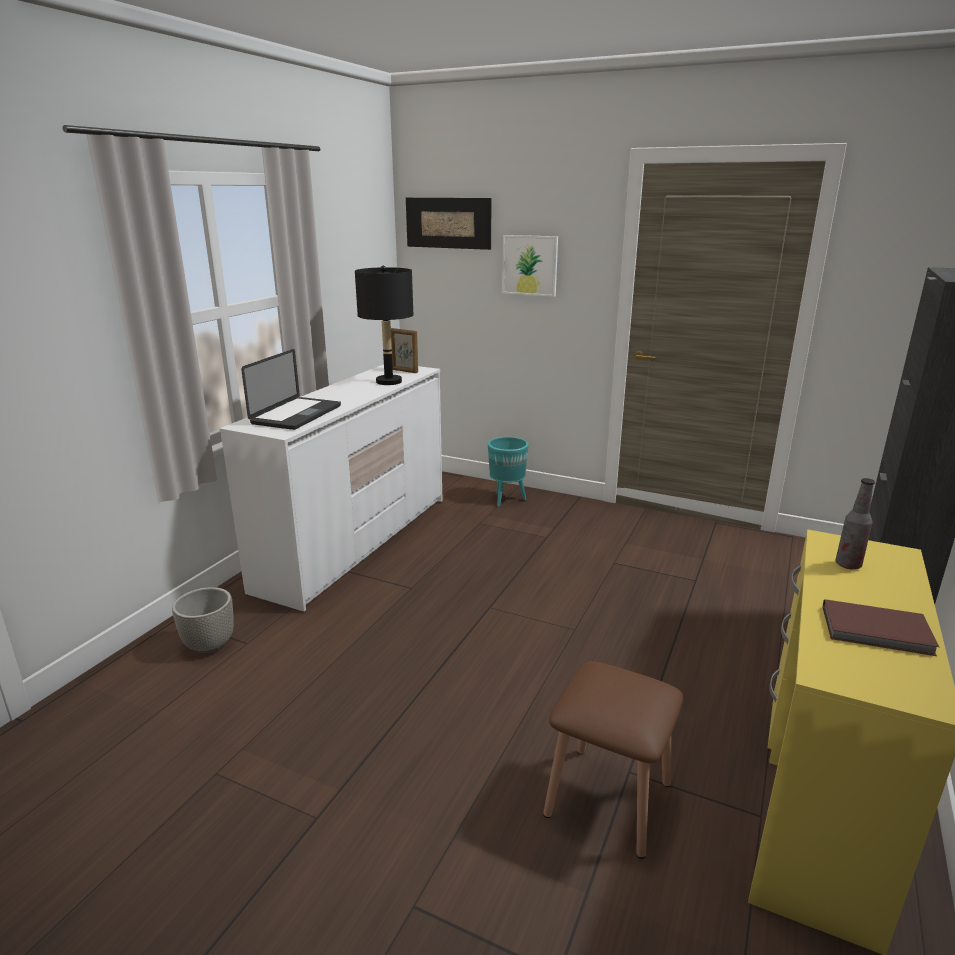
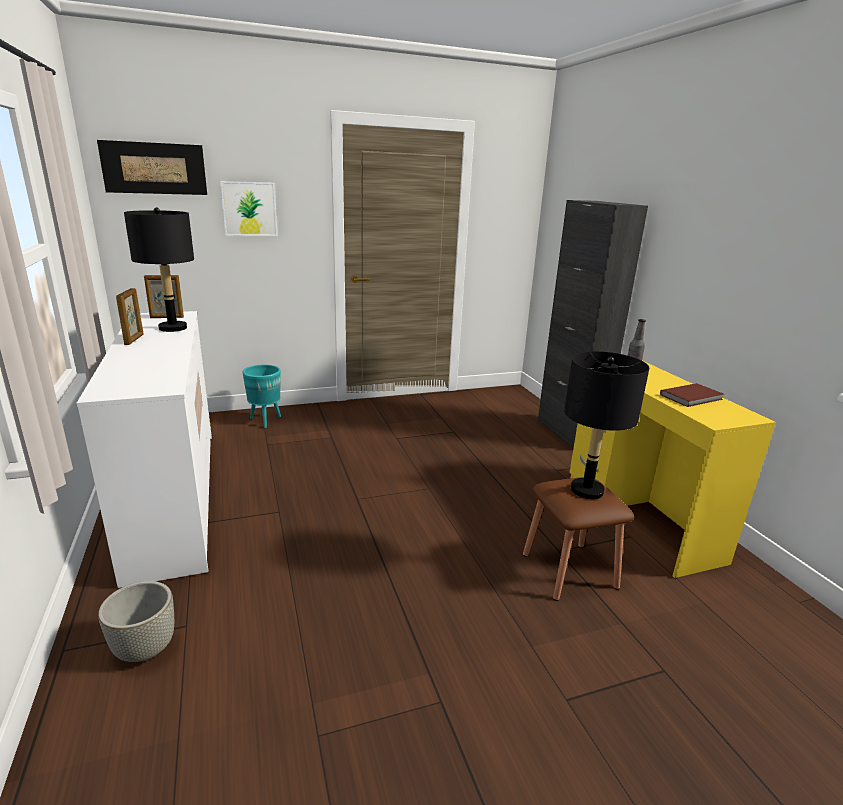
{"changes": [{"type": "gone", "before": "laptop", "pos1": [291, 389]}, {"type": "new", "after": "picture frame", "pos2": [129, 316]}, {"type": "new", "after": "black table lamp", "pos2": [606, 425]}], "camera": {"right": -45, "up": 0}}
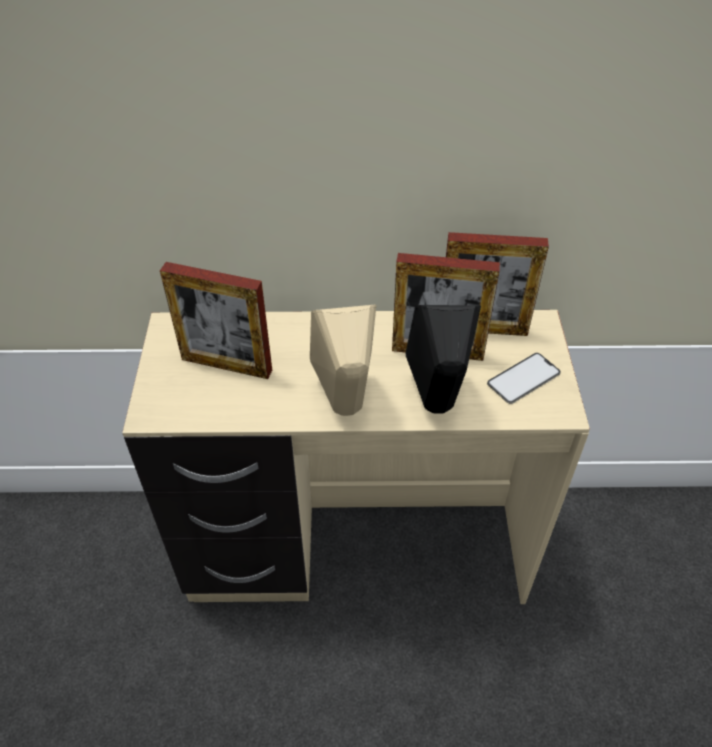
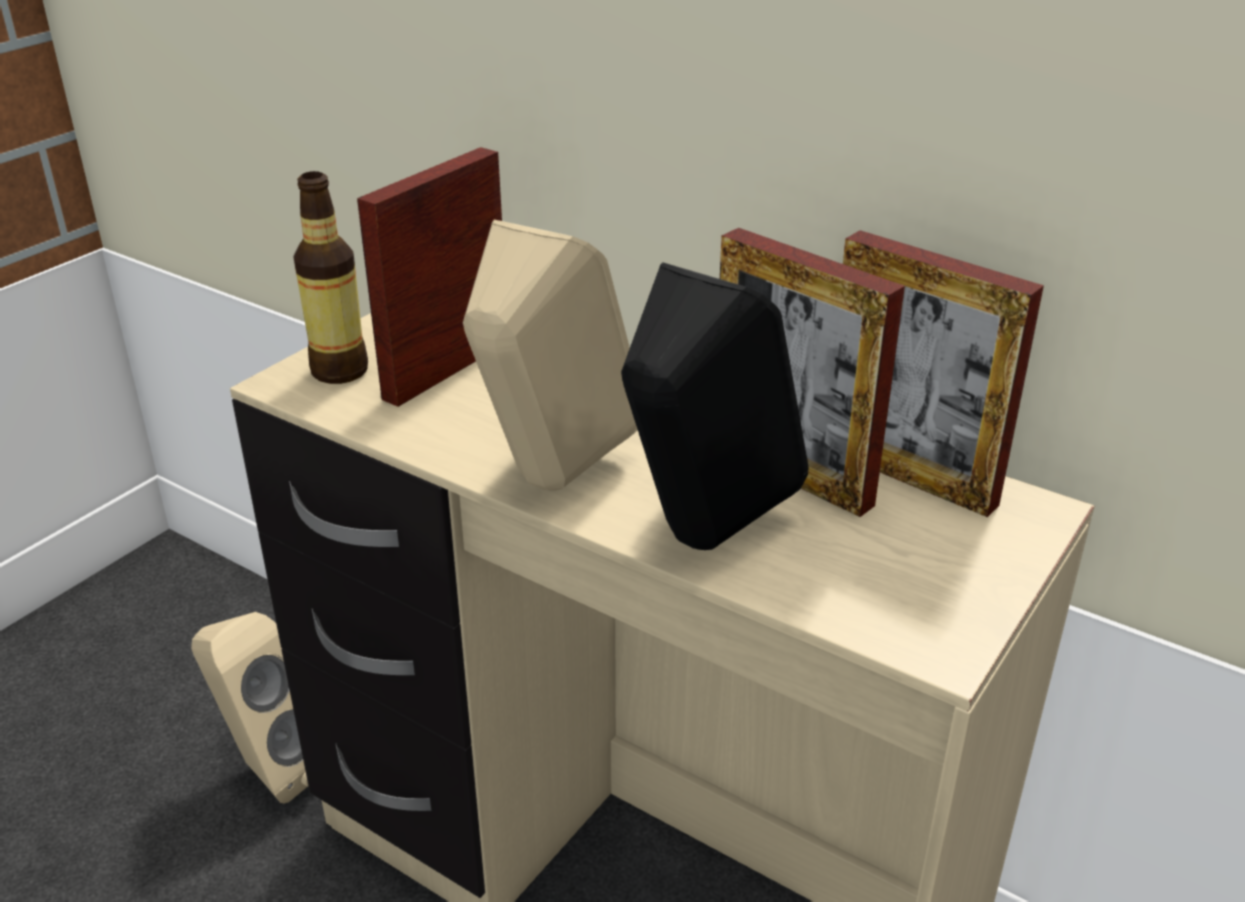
{"changes": [{"type": "rotated", "before": "picture frame", "pos1": [216, 320], "pos2": [429, 277], "turn": 75}, {"type": "gone", "before": "phone", "pos1": [524, 378]}, {"type": "new", "after": "beige speaker", "pos2": [250, 708]}, {"type": "new", "after": "bottle", "pos2": [330, 277]}], "camera": {"right": 35, "up": -15}}
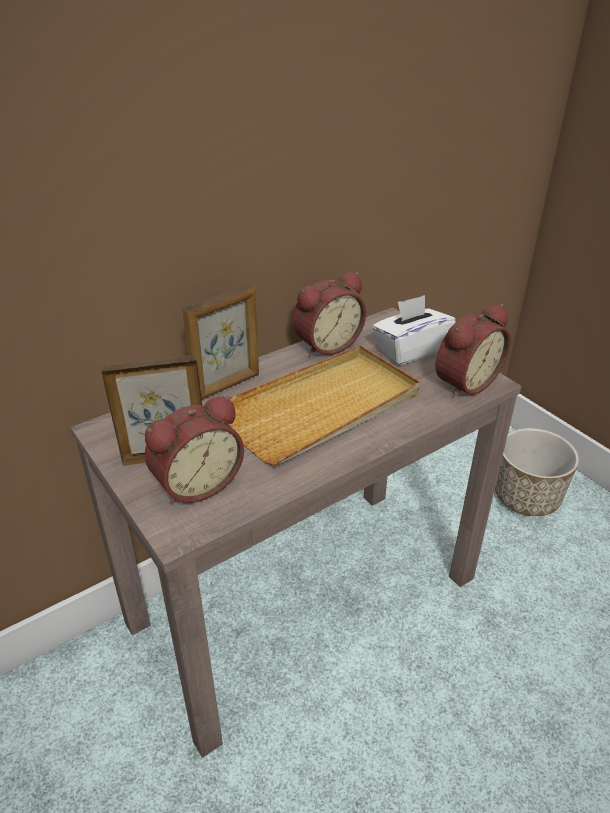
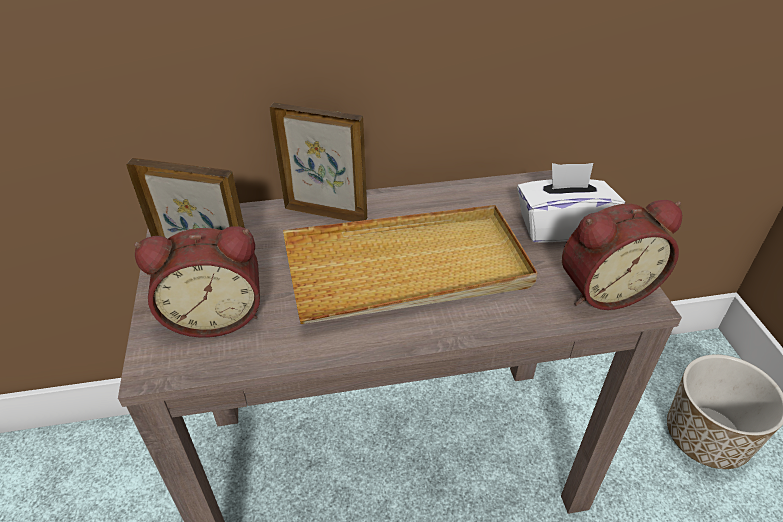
{"changes": [{"type": "rotated", "before": "picture frame", "pos1": [220, 342], "pos2": [318, 162], "turn": -150}, {"type": "gone", "before": "alarm clock", "pos1": [329, 314]}], "camera": {"right": 25, "up": 5}}
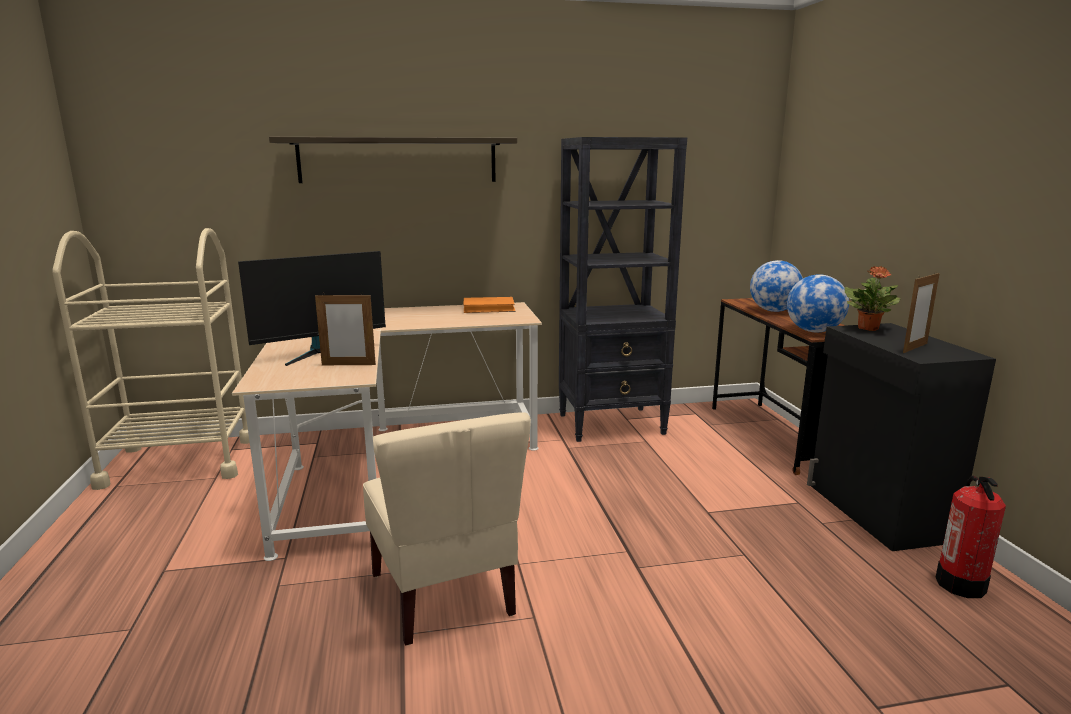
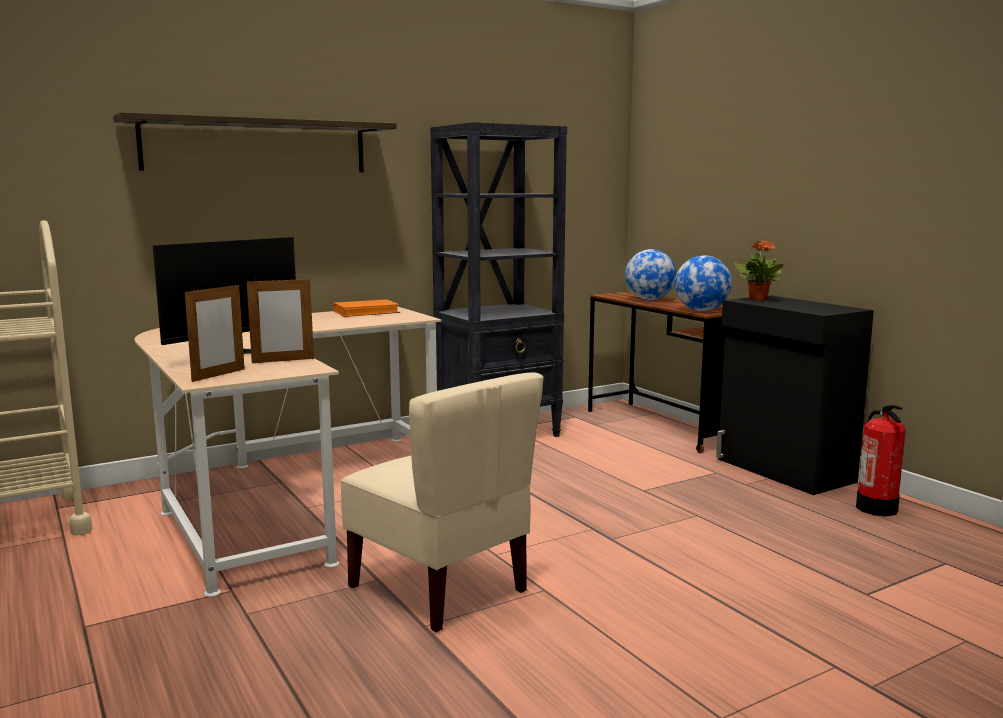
{"changes": [{"type": "shifted", "before": "picture frame", "pos1": [921, 312], "pos2": [215, 332]}], "camera": {"right": -20, "up": -5}}
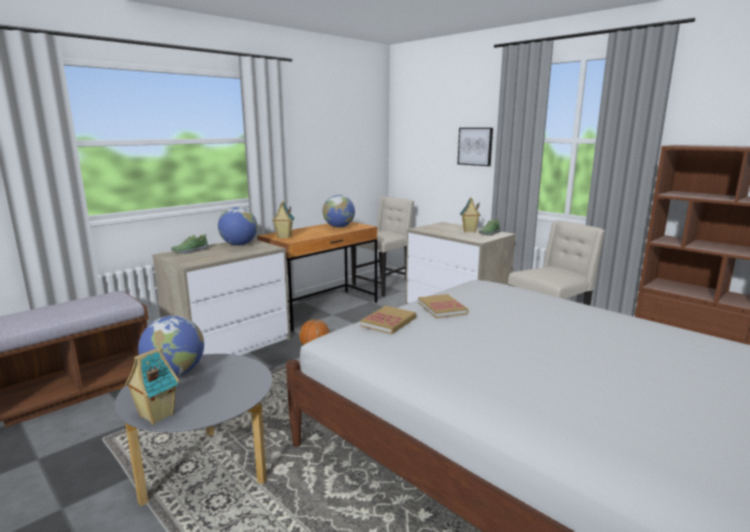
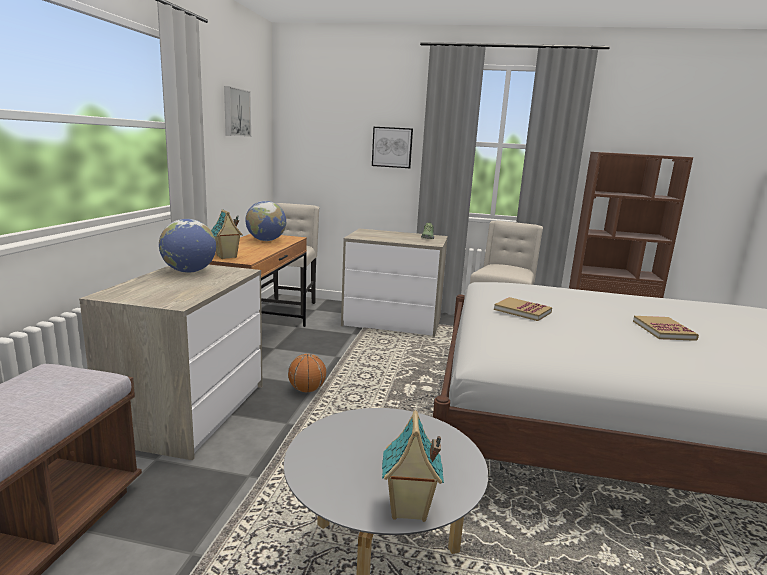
{"changes": [{"type": "gone", "before": "globe", "pos1": [171, 346]}, {"type": "gone", "before": "shoe", "pos1": [190, 244]}, {"type": "shifted", "before": "book", "pos1": [388, 320], "pos2": [666, 328]}, {"type": "gone", "before": "toy house", "pos1": [470, 214]}, {"type": "new", "after": "picture", "pos2": [237, 111]}], "camera": {"right": -35, "up": 0}}
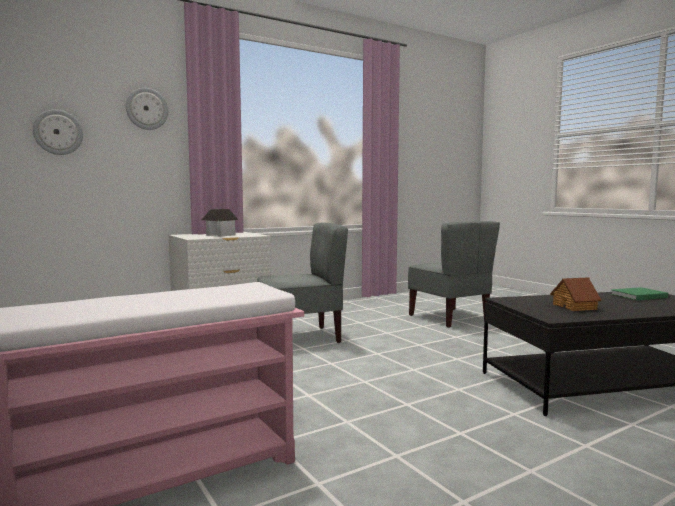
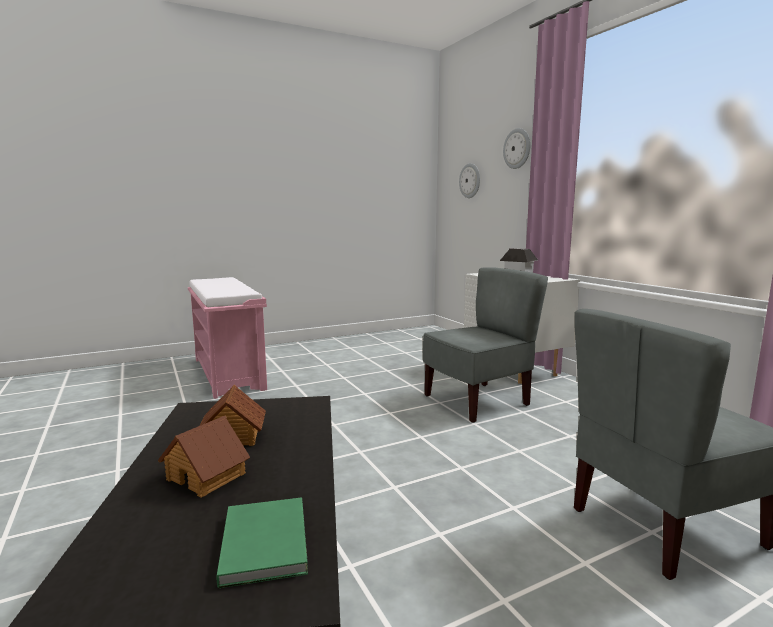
{"changes": [{"type": "rotated", "before": "grey chair", "pos1": [302, 283], "pos2": [485, 345], "turn": -105}, {"type": "new", "after": "toy house", "pos2": [204, 456]}], "camera": {"right": 95, "up": 5}}
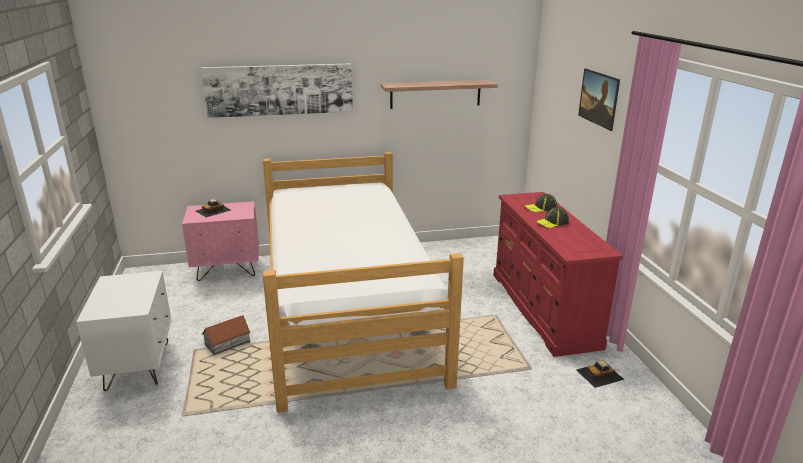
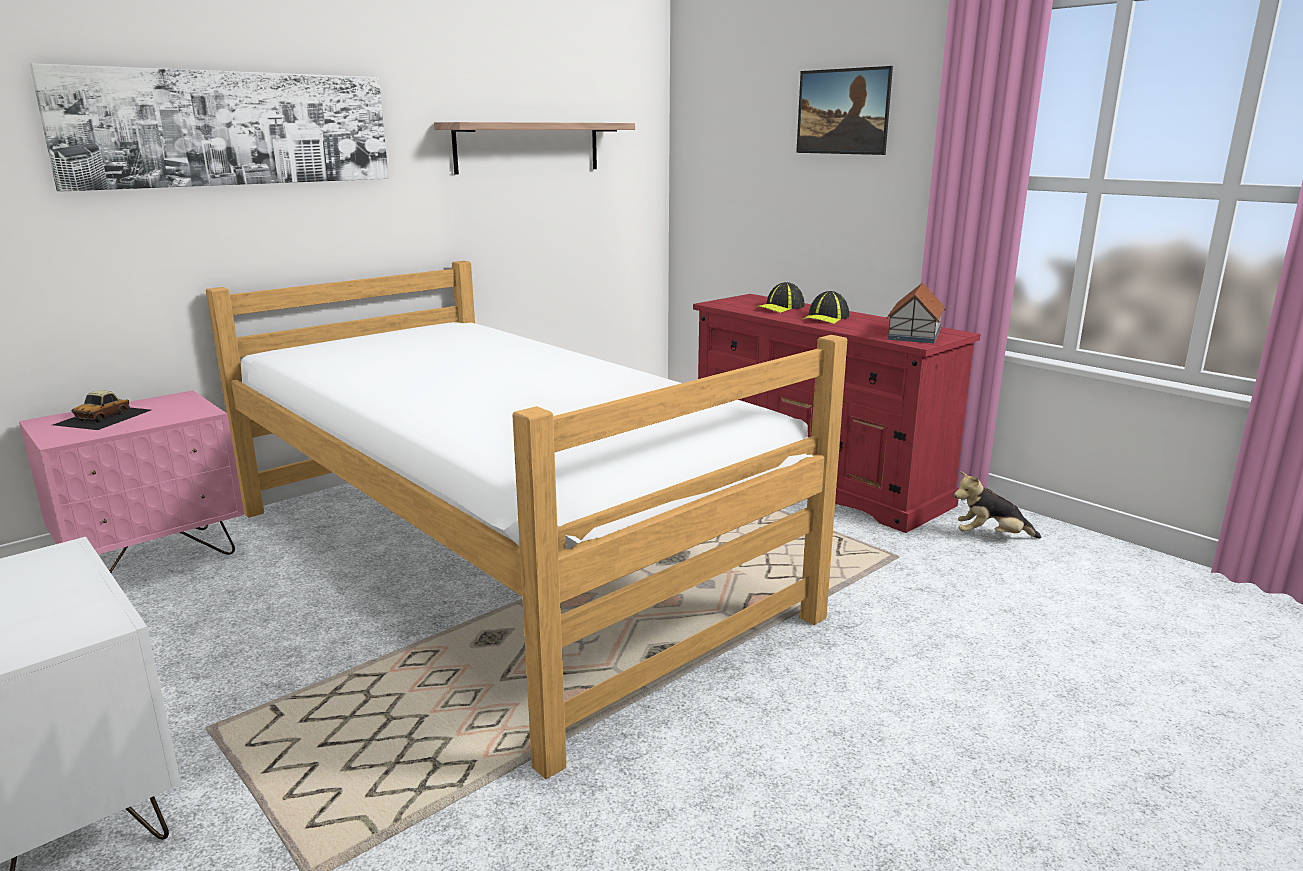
{"changes": [{"type": "shifted", "before": "toy house", "pos1": [226, 335], "pos2": [915, 313]}, {"type": "swapped", "before": "toy car", "after": "plush toy", "pos1": [600, 374], "pos2": [997, 504]}], "camera": {"right": -30, "up": -5}}
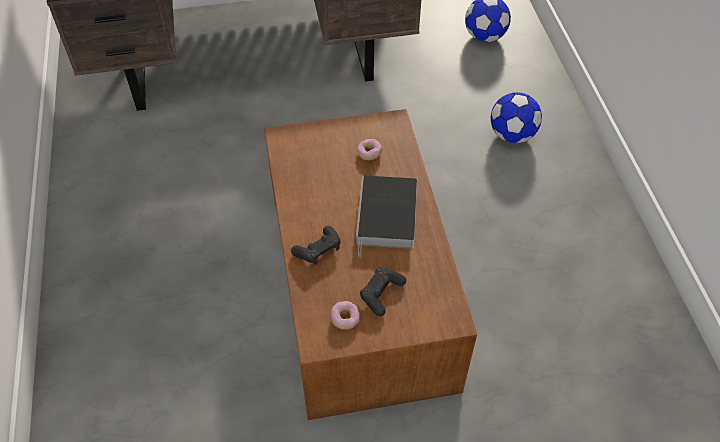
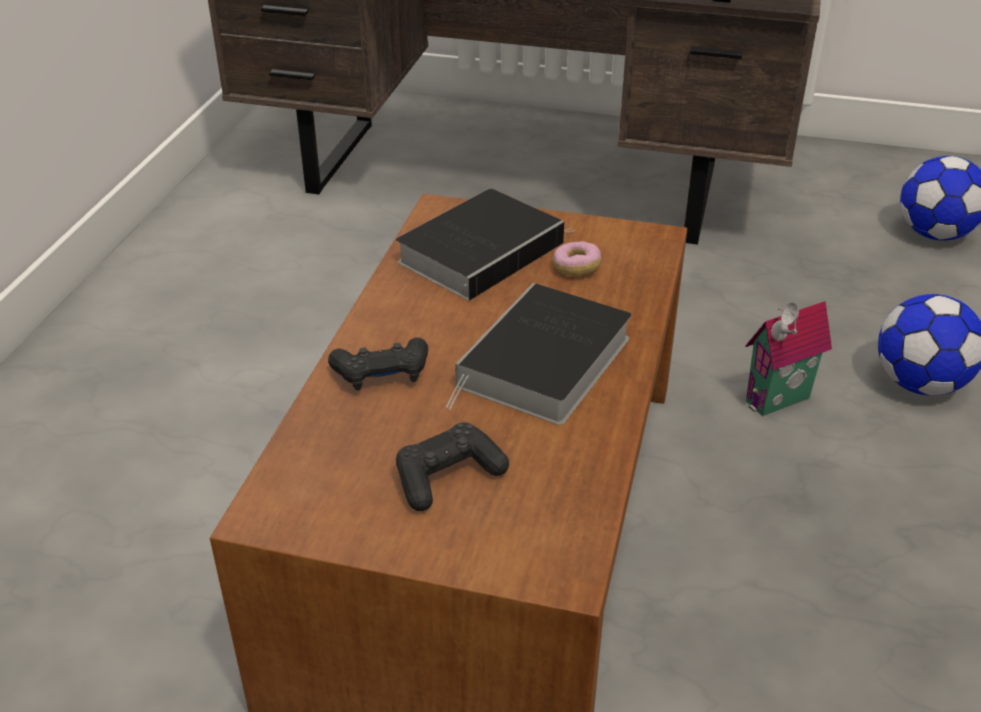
{"changes": [{"type": "gone", "before": "donut", "pos1": [345, 315]}, {"type": "new", "after": "book", "pos2": [485, 245]}, {"type": "new", "after": "toy house", "pos2": [788, 358]}], "camera": {"right": 25, "up": -15}}
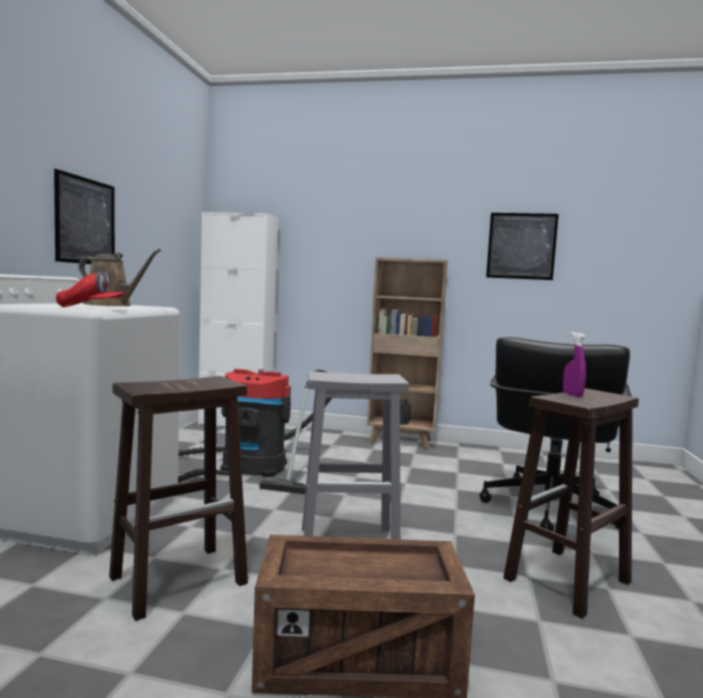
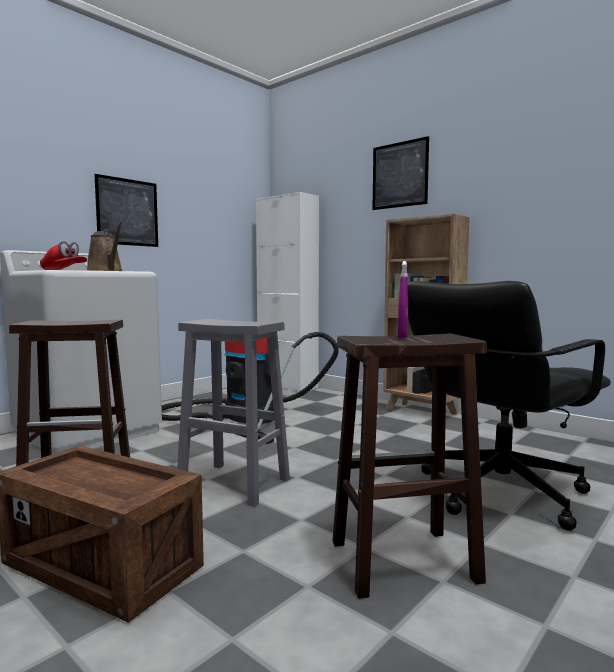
{"changes": [{"type": "shifted", "before": "picture", "pos1": [522, 246], "pos2": [400, 173]}], "camera": {"right": 30, "up": 0}}
